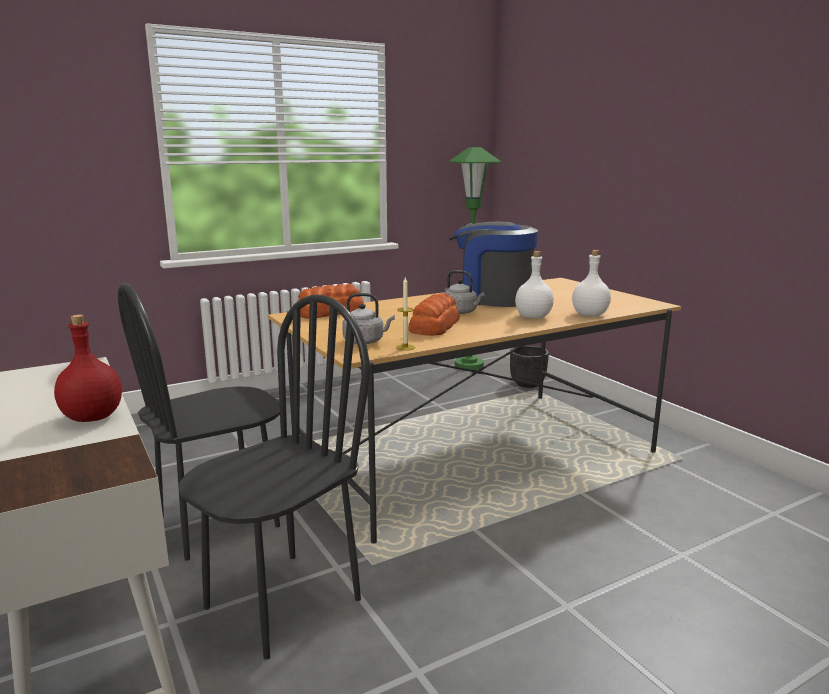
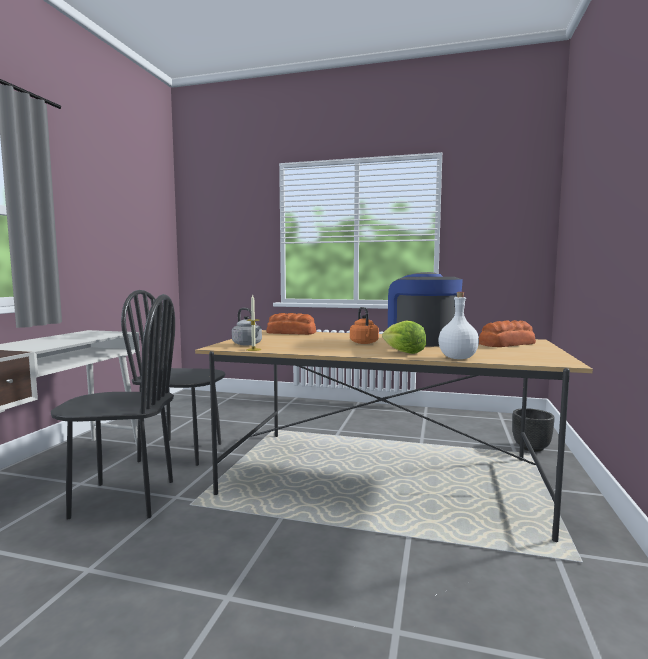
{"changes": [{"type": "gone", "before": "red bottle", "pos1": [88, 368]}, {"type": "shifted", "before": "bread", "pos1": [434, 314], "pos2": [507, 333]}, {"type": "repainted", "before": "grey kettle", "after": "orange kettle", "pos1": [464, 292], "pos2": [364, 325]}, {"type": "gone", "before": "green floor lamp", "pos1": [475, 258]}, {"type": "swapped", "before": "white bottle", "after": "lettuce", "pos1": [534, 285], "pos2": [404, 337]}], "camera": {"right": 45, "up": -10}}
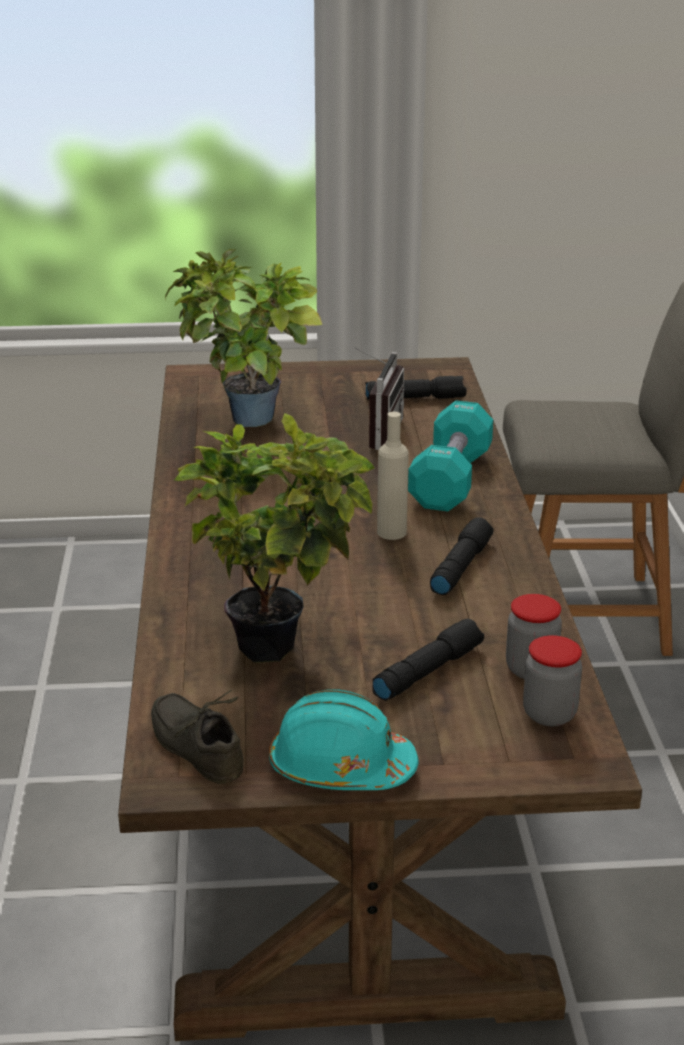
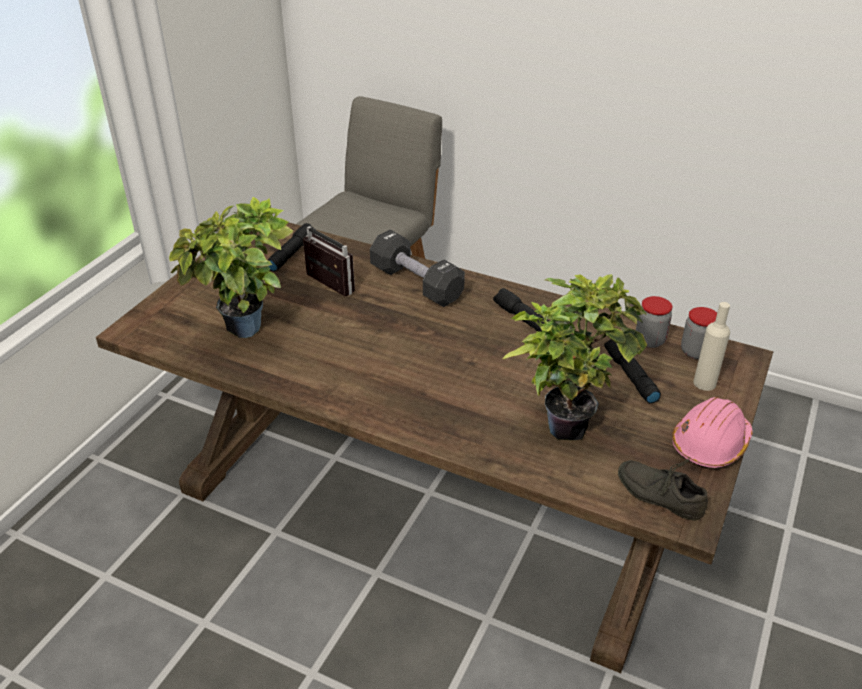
{"changes": [{"type": "rotated", "before": "grey shoe", "pos1": [197, 737], "pos2": [663, 489], "turn": 45}, {"type": "repainted", "before": "turquoise hard hat", "after": "pink hard hat", "pos1": [344, 739], "pos2": [712, 432]}, {"type": "shifted", "before": "beige bottle", "pos1": [393, 476], "pos2": [711, 346]}, {"type": "repainted", "before": "turquoise dumbbell", "after": "black dumbbell", "pos1": [450, 456], "pos2": [417, 268]}], "camera": {"right": -60, "up": 10}}
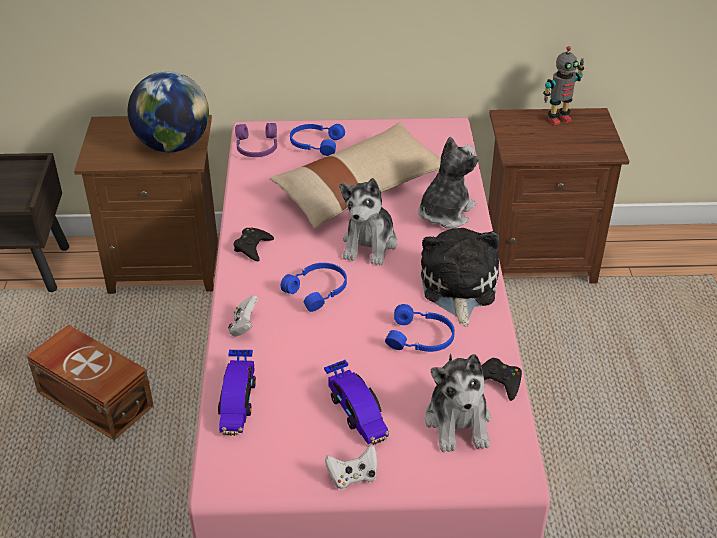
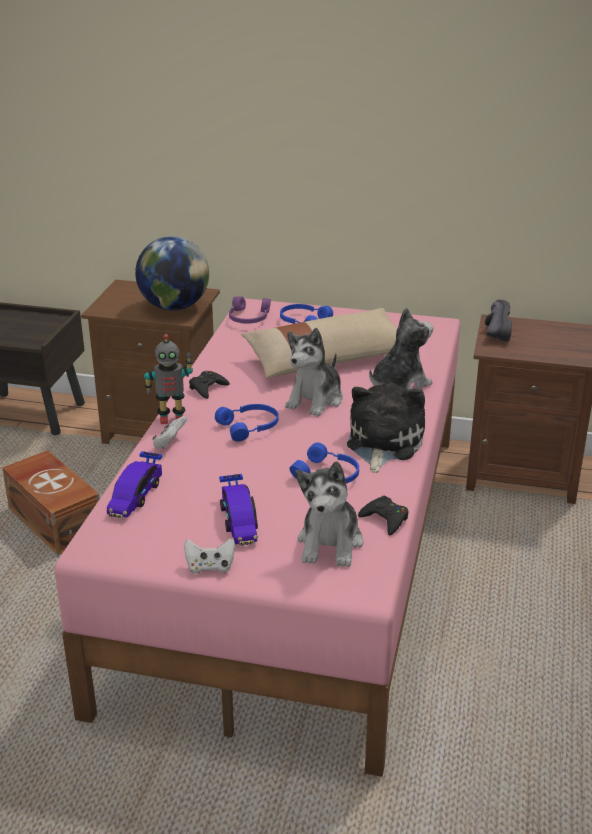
{"changes": [{"type": "shifted", "before": "toy robot", "pos1": [563, 86], "pos2": [168, 379]}, {"type": "new", "after": "black shoe", "pos2": [498, 321]}], "camera": {"right": 15, "up": -10}}
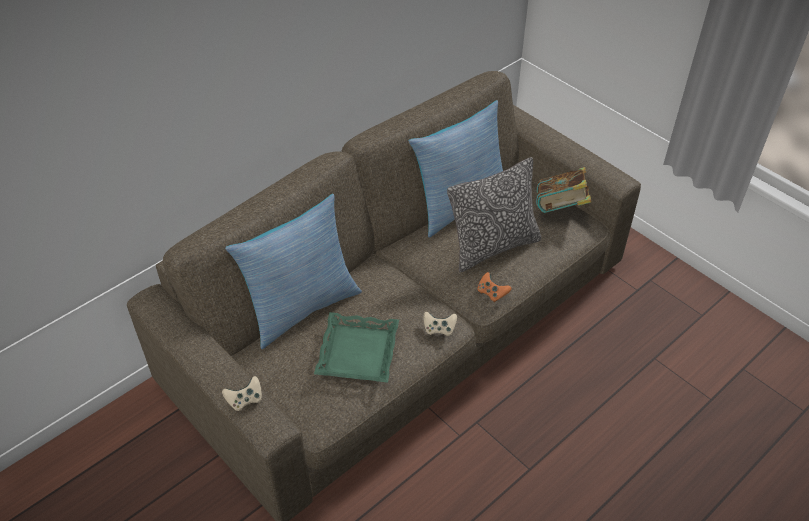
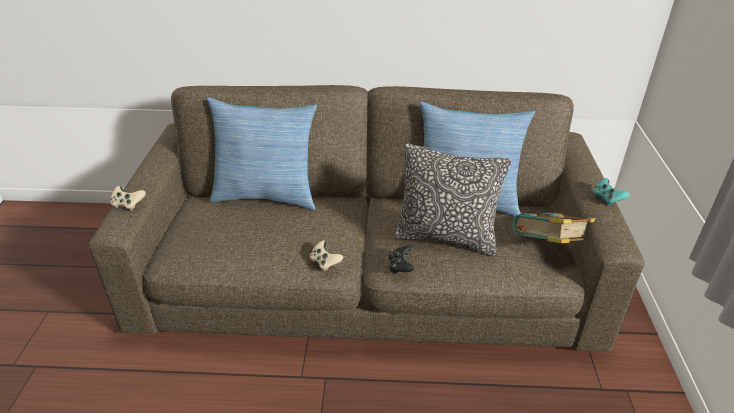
{"changes": [{"type": "gone", "before": "green tray", "pos1": [356, 347]}, {"type": "repainted", "before": "orange game controller", "after": "black game controller", "pos1": [494, 287], "pos2": [401, 260]}, {"type": "new", "after": "turquoise game controller", "pos2": [611, 192]}], "camera": {"right": 45, "up": -10}}
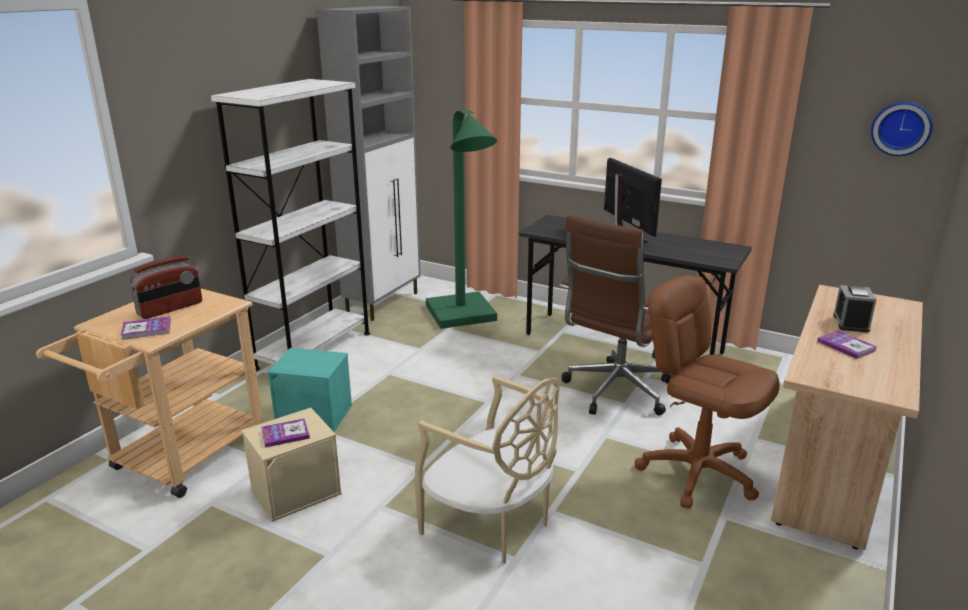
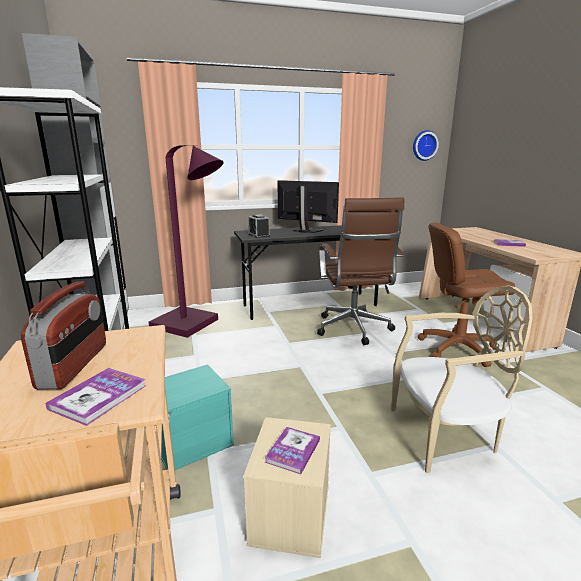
{"changes": [{"type": "repainted", "before": "green floor lamp", "after": "purple floor lamp", "pos1": [461, 219], "pos2": [186, 241]}, {"type": "shifted", "before": "alarm clock", "pos1": [855, 309], "pos2": [259, 226]}], "camera": {"right": -45, "up": -5}}
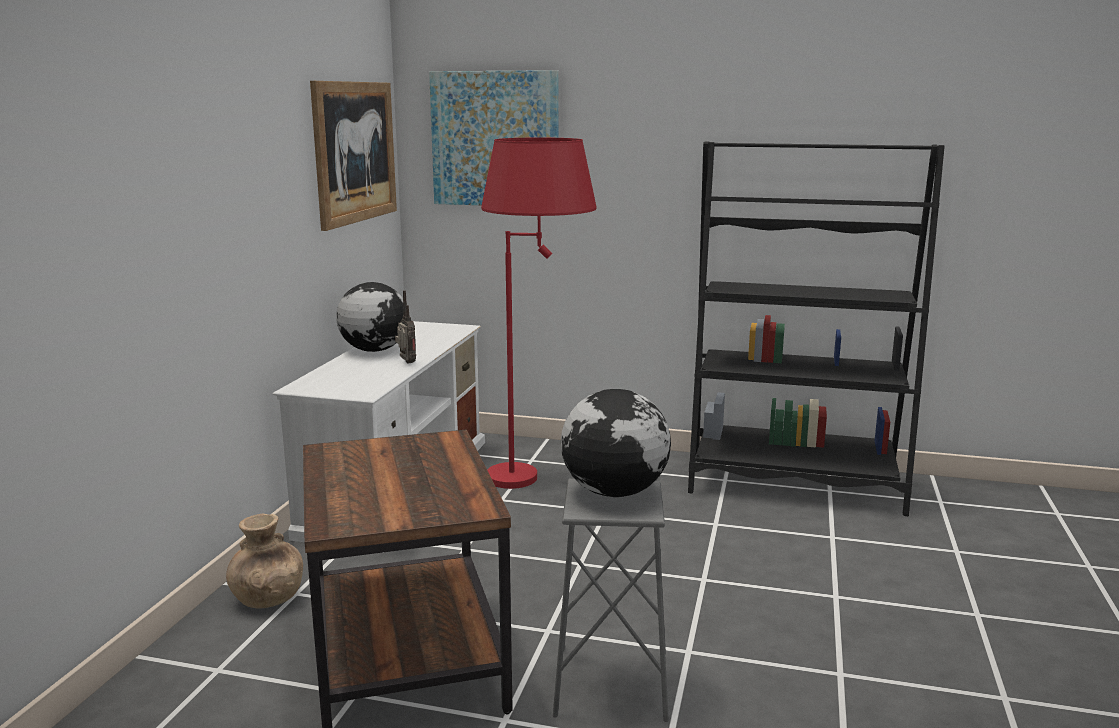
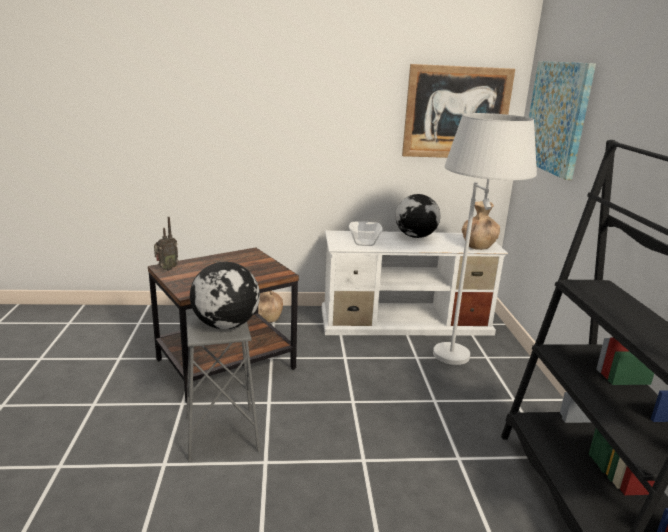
{"changes": [{"type": "shifted", "before": "radio", "pos1": [405, 326], "pos2": [166, 244]}, {"type": "repainted", "before": "red floor lamp", "after": "white floor lamp", "pos1": [538, 313], "pos2": [485, 239]}, {"type": "new", "after": "bowl", "pos2": [366, 234]}, {"type": "new", "after": "brown vase", "pos2": [481, 225]}], "camera": {"right": 70, "up": 5}}
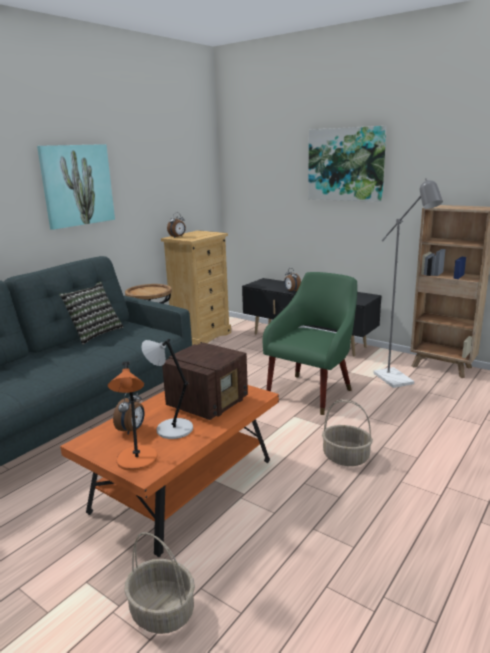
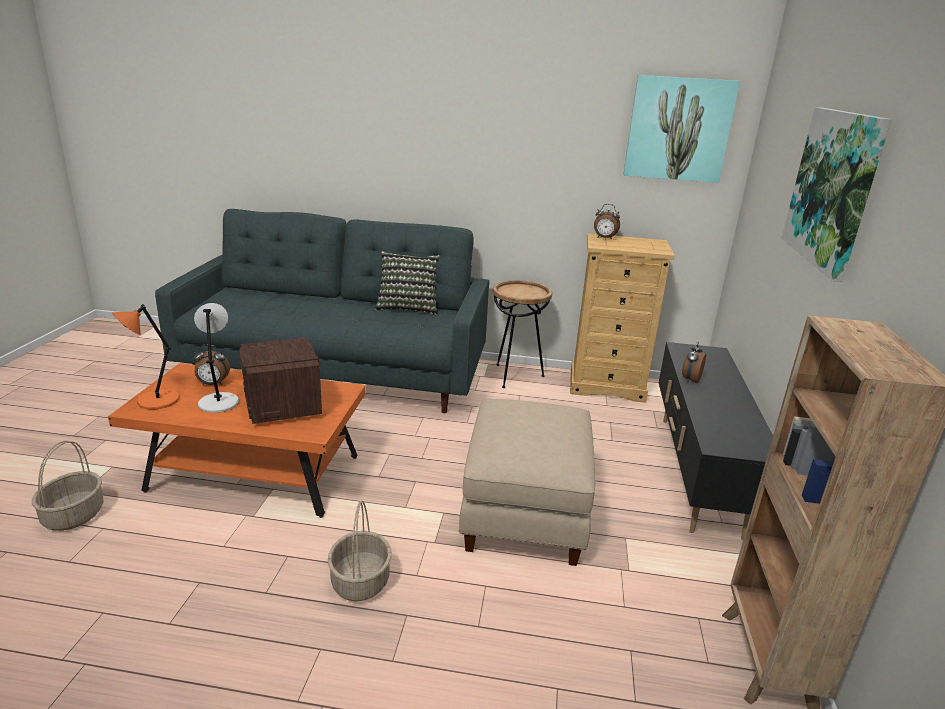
{"changes": [{"type": "shifted", "before": "picture", "pos1": [76, 187], "pos2": [681, 129]}, {"type": "rotated", "before": "radio", "pos1": [205, 381], "pos2": [280, 380], "turn": 60}, {"type": "swapped", "before": "green armchair", "after": "beige ottoman", "pos1": [310, 343], "pos2": [527, 482]}, {"type": "gone", "before": "grey floor lamp", "pos1": [408, 283]}], "camera": {"right": 60, "up": 5}}
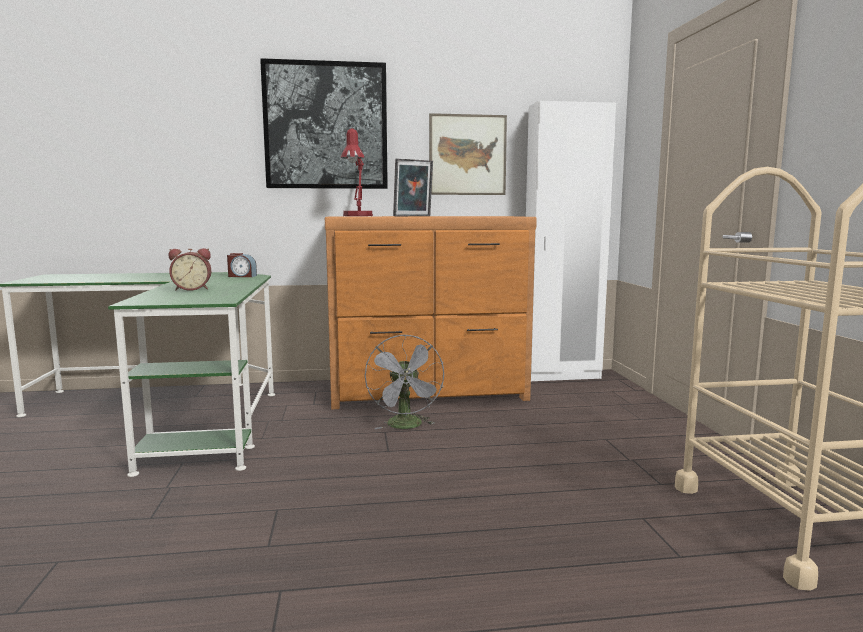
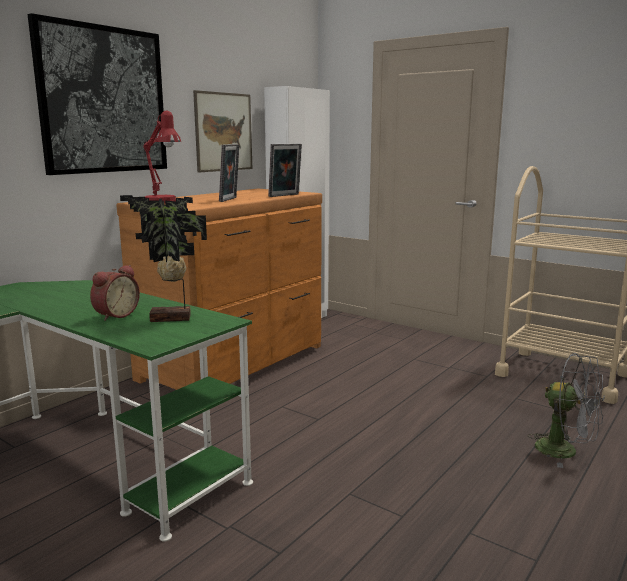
{"changes": [{"type": "gone", "before": "alarm clock", "pos1": [242, 265]}, {"type": "shifted", "before": "grey fan", "pos1": [404, 382], "pos2": [566, 410]}, {"type": "new", "after": "potted plant", "pos2": [163, 258]}, {"type": "new", "after": "picture frame", "pos2": [285, 170]}], "camera": {"right": -45, "up": 5}}
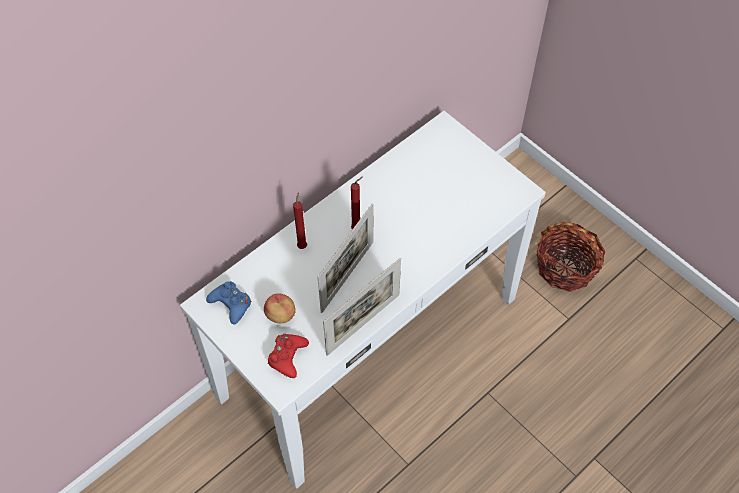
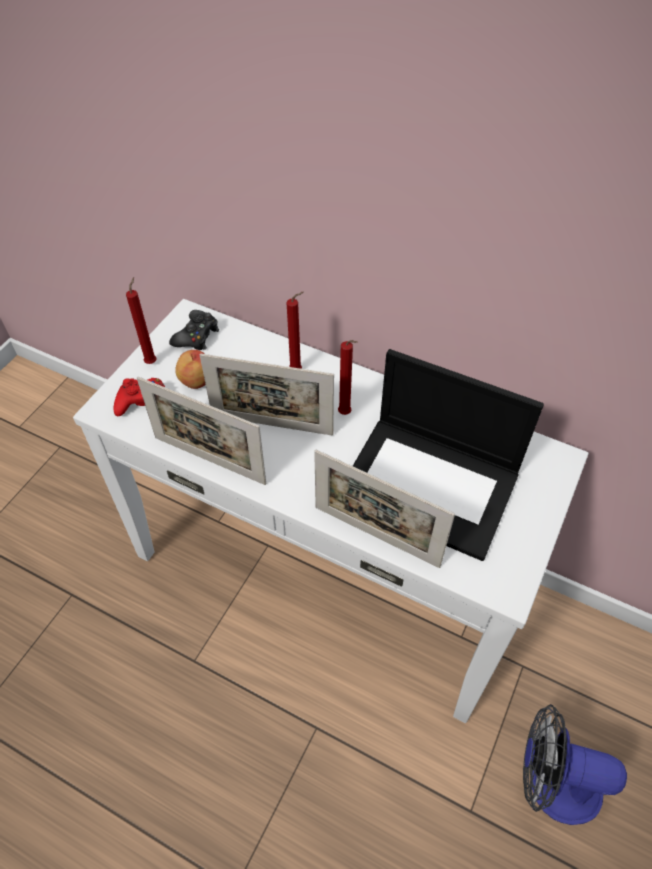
{"changes": [{"type": "repainted", "before": "blue game controller", "after": "black game controller", "pos1": [228, 303], "pos2": [194, 330]}, {"type": "swapped", "before": "basket", "after": "fan", "pos1": [571, 257], "pos2": [575, 764]}, {"type": "new", "after": "red candle", "pos2": [141, 320]}, {"type": "new", "after": "picture frame", "pos2": [384, 509]}, {"type": "new", "after": "laptop", "pos2": [448, 455]}], "camera": {"right": 70, "up": -5}}
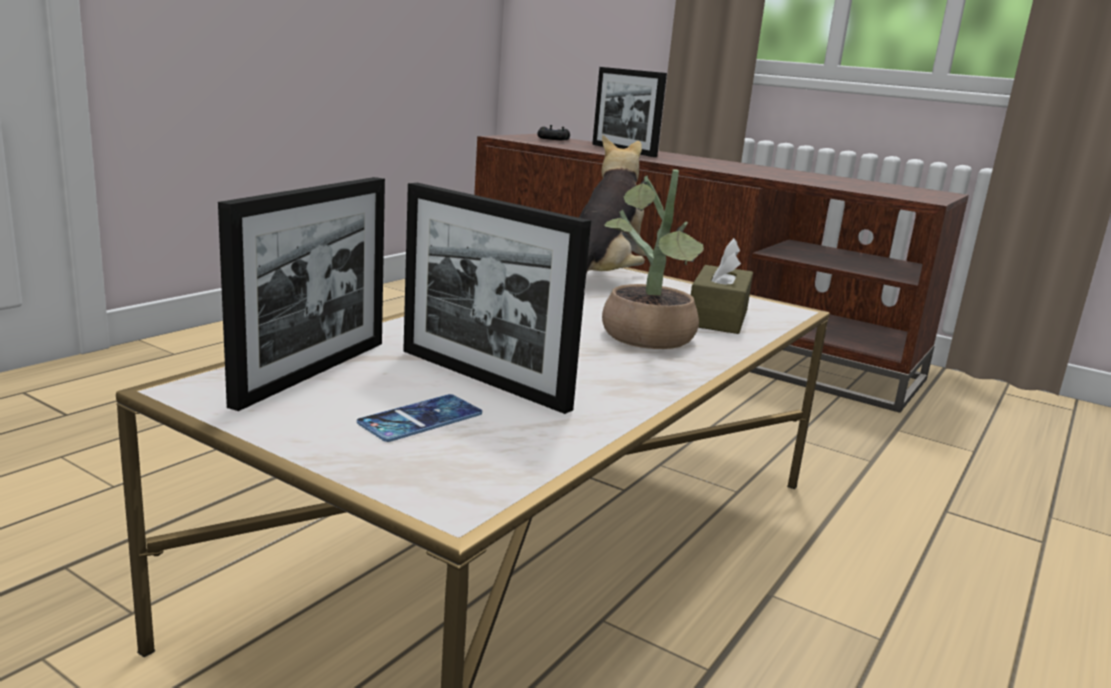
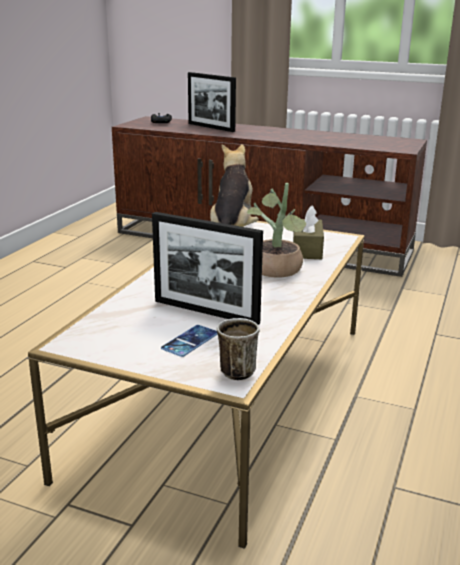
{"changes": [{"type": "gone", "before": "picture frame", "pos1": [301, 294]}, {"type": "new", "after": "mug", "pos2": [238, 349]}], "camera": {"right": -10, "up": 5}}
